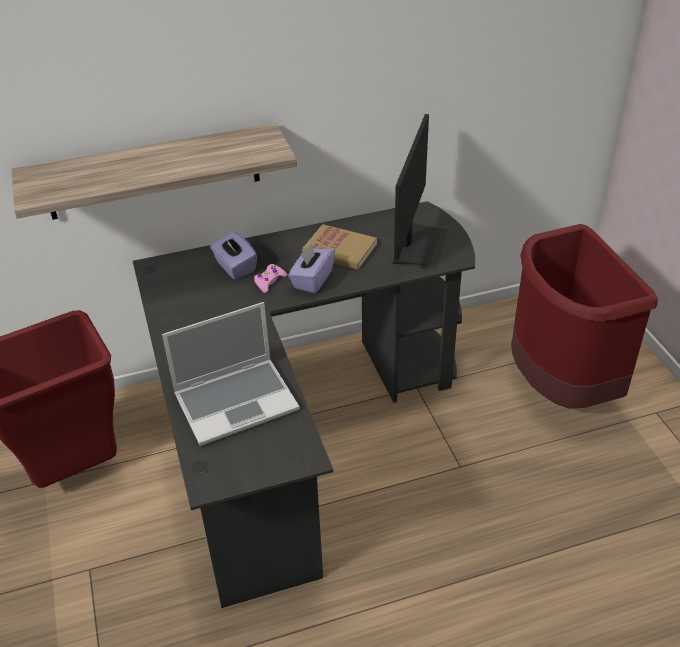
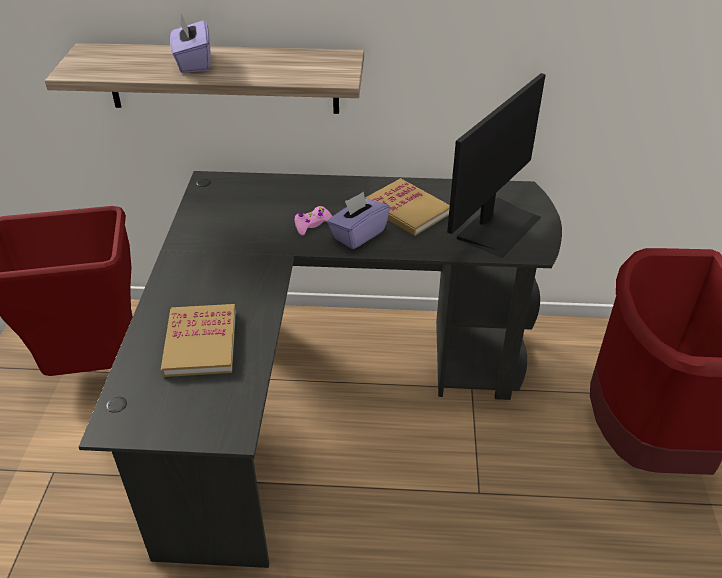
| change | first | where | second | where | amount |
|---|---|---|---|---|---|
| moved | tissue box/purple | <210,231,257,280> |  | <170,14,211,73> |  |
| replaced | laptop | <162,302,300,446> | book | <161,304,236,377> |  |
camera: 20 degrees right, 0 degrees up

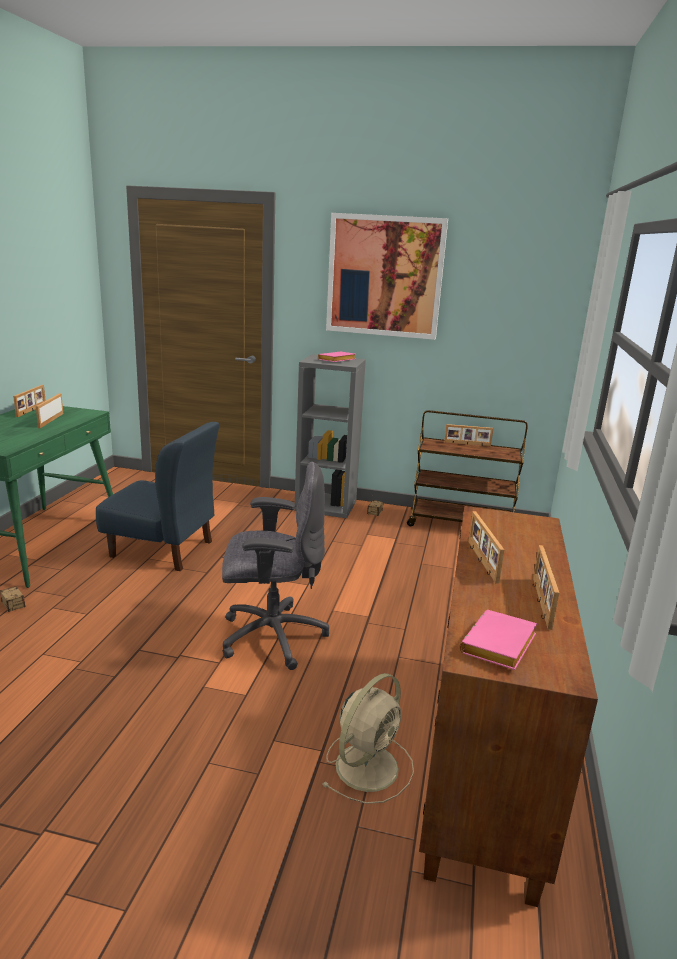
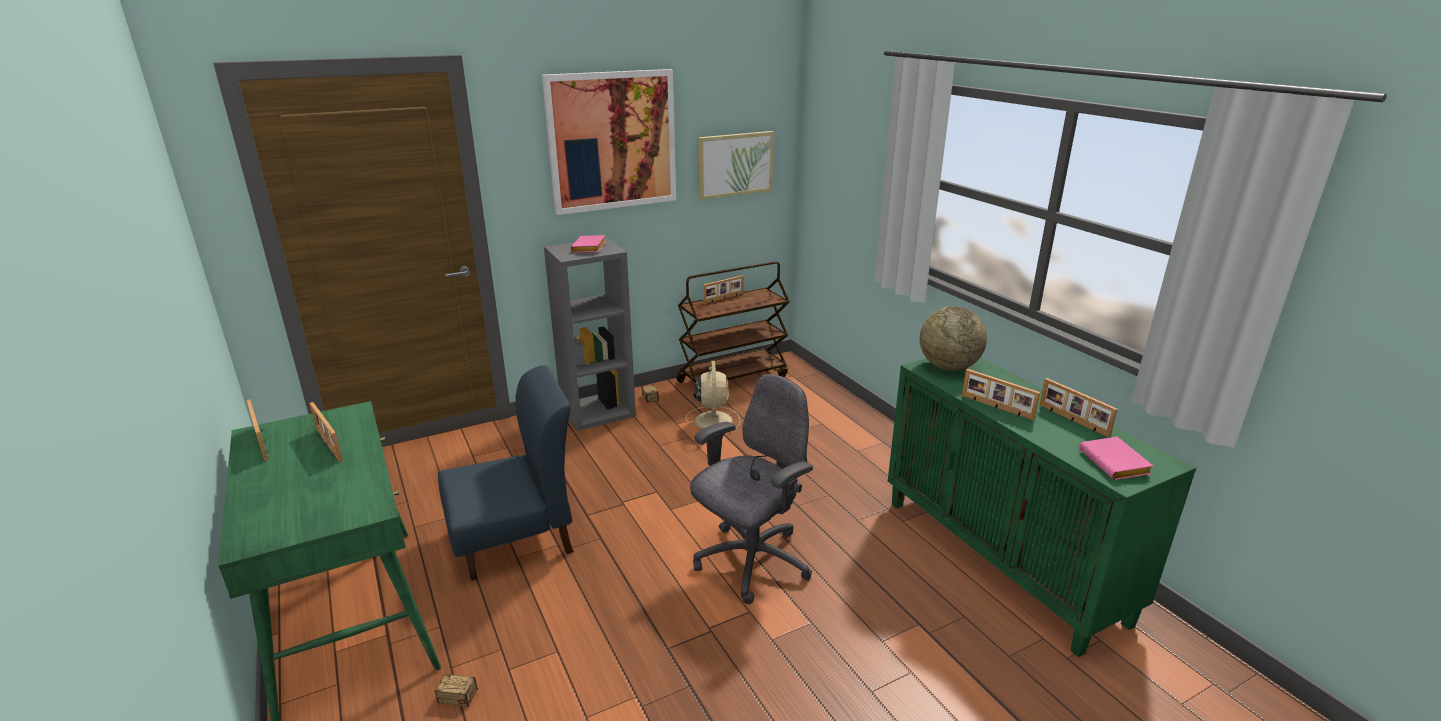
| change | first | where | second | where | amount |
|---|---|---|---|---|---|
| recoloured | cabinet/brown | <419,506,598,907> | cabinet/green | <888,358,1196,657> |  |
| moved | fan/beige | <323,673,414,804> |  | <686,361,740,433> |  |
| added |  |  | picture | <698,131,774,200> |  |
| added |  |  | globe | <920,306,987,371> |  |
camera: 40 degrees left, 5 degrees up

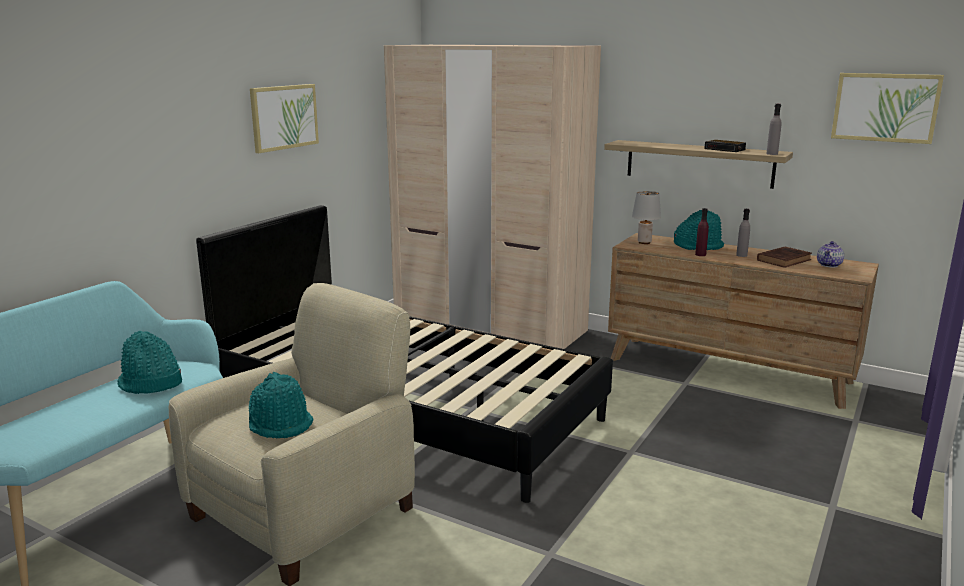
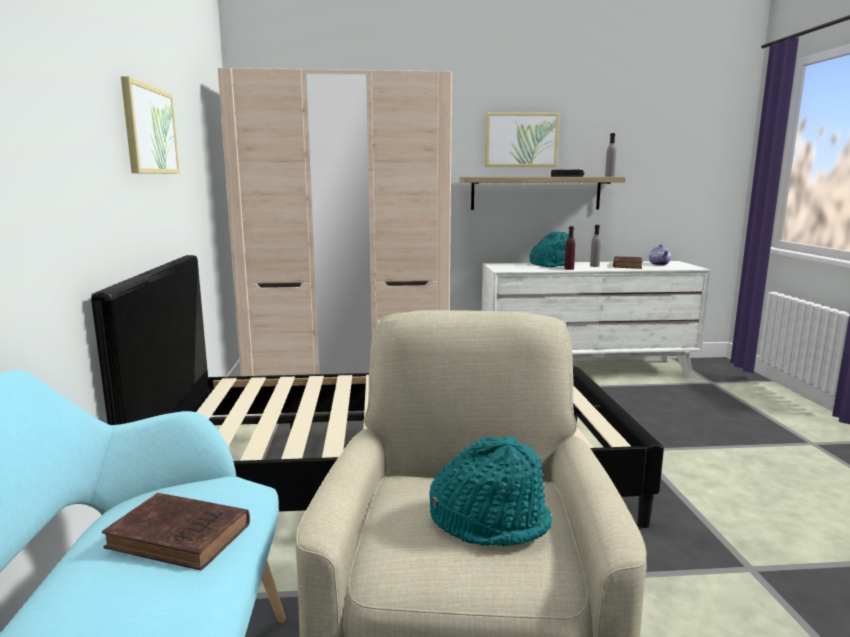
| change | first | where | second | where | amount |
|---|---|---|---|---|---|
| moved | picture | <831,73,944,144> |  | <485,112,560,167> |  |
| removed | table lamp/grey | <632,191,661,244> |  |  |  |
| recoloured | dresser/brown | <608,233,879,409> | dresser/white | <482,261,711,378> |  |
| replaced | hat/turquoise | <117,331,182,394> | book/brown | <102,493,250,571> |  |
camera: 35 degrees left, 5 degrees down

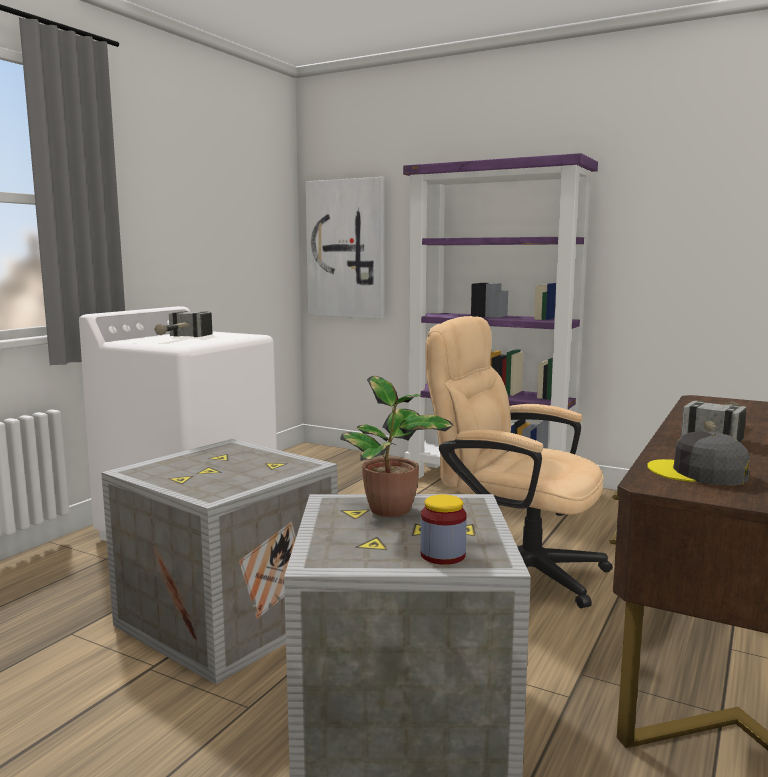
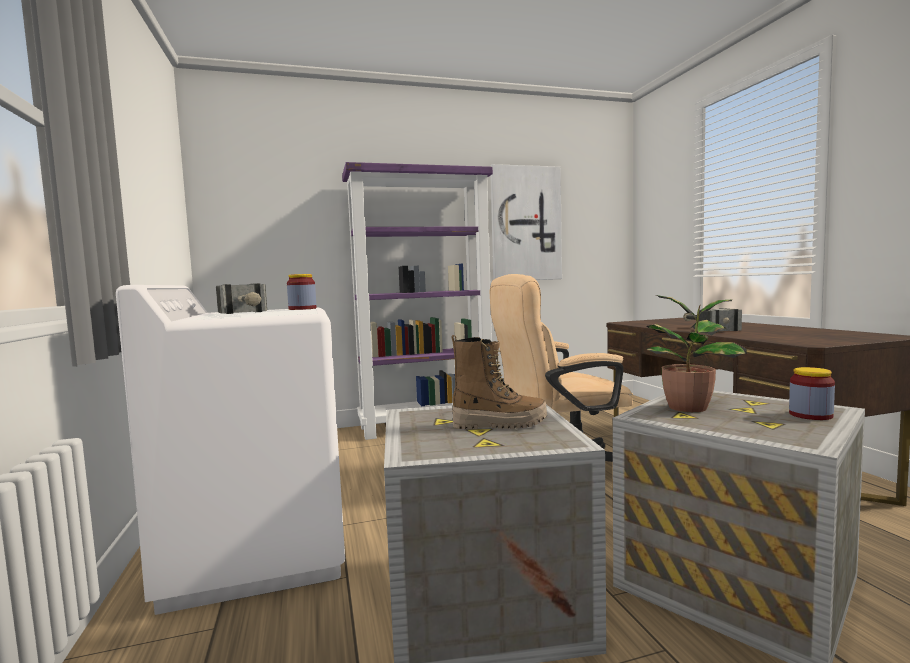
| change | first | where | second | where | amount |
|---|---|---|---|---|---|
| moved | picture | <305,177,385,319> |  | <490,164,562,280> |  |
| removed | cap/grey | <647,432,750,486> |  |  |  |
| added |  |  | jar | <287,274,317,310> |  |
| added |  |  | boot | <451,335,547,429> |  |
camera: 45 degrees left, 5 degrees down

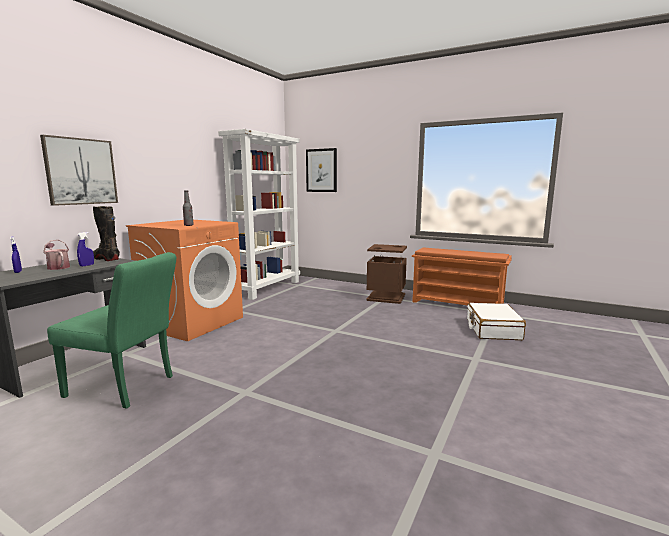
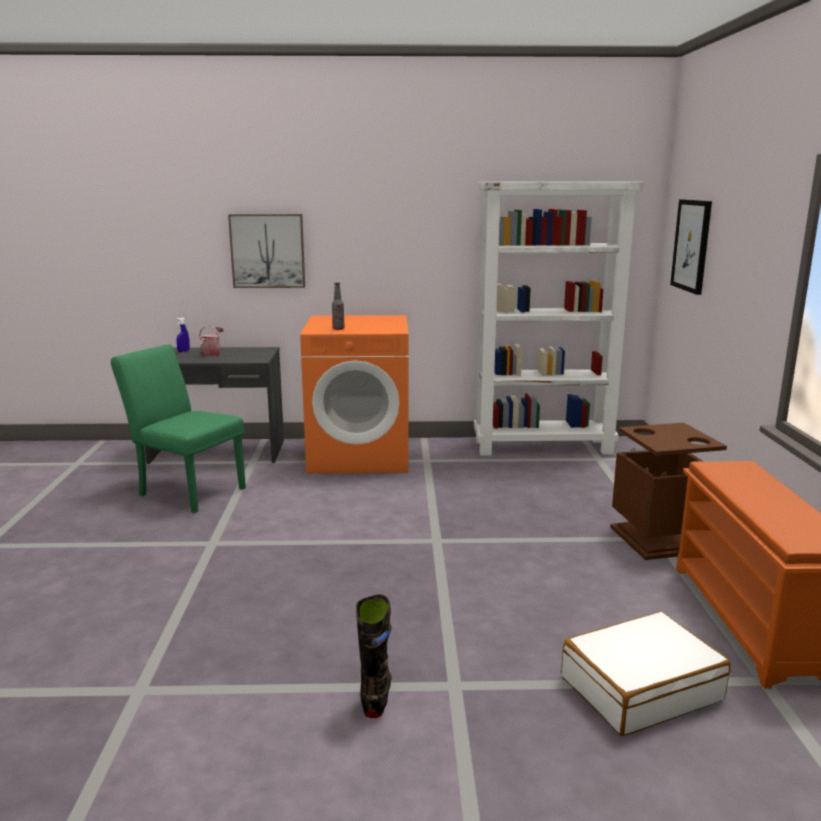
| change | first | where | second | where | amount |
|---|---|---|---|---|---|
| moved | boot/black | <93,206,120,261> |  | <356,594,392,718> |  |
| removed | spray bottle/blue | <77,232,94,267> |  |  |  |
| turned | chair/green | <47,252,176,409> |  | <111,344,246,513> | 135 degrees clockwise |
camera: 60 degrees right, 5 degrees up

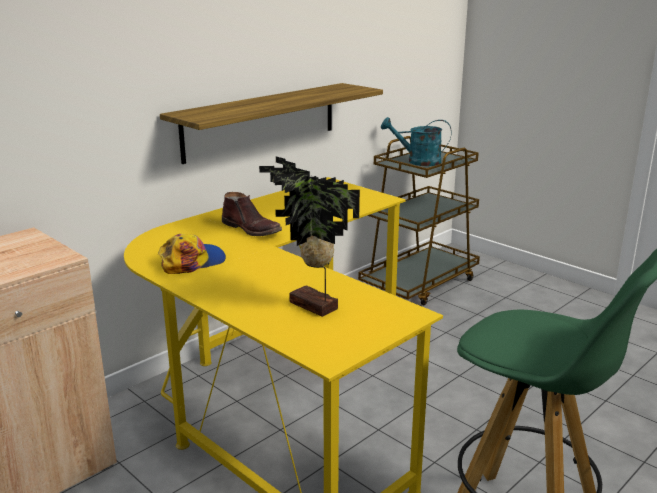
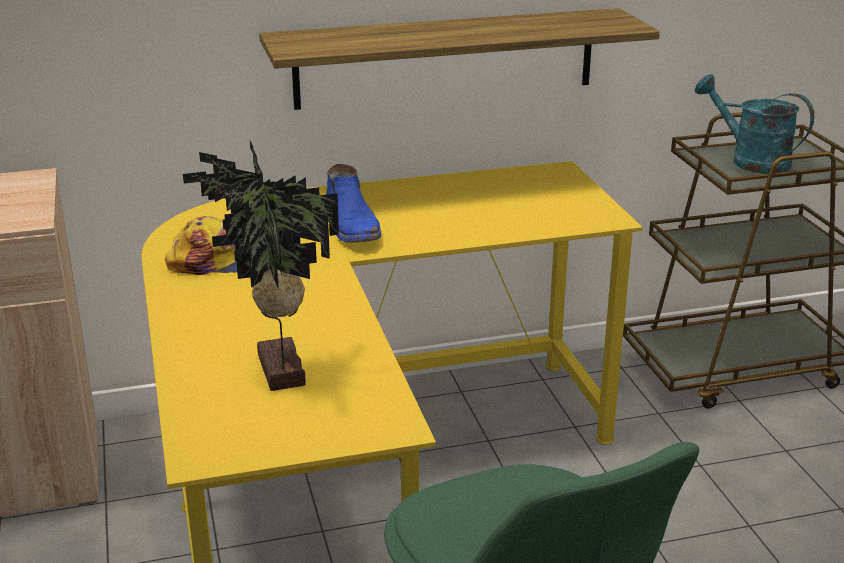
| change | first | where | second | where | amount |
|---|---|---|---|---|---|
| recoloured | boot/brown | <222,192,282,236> | boot/blue | <326,164,381,243> |  |
camera: 30 degrees right, 5 degrees up

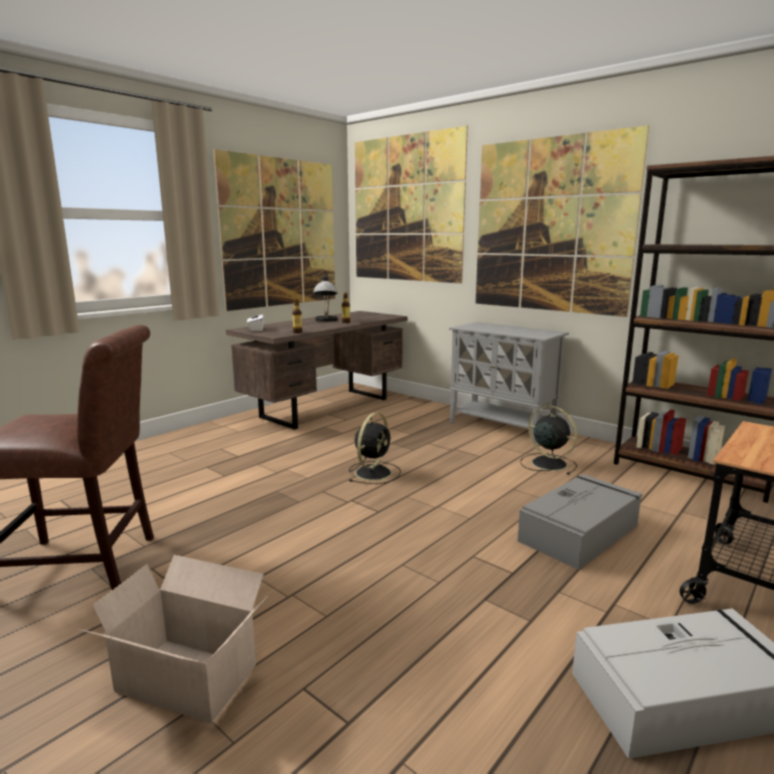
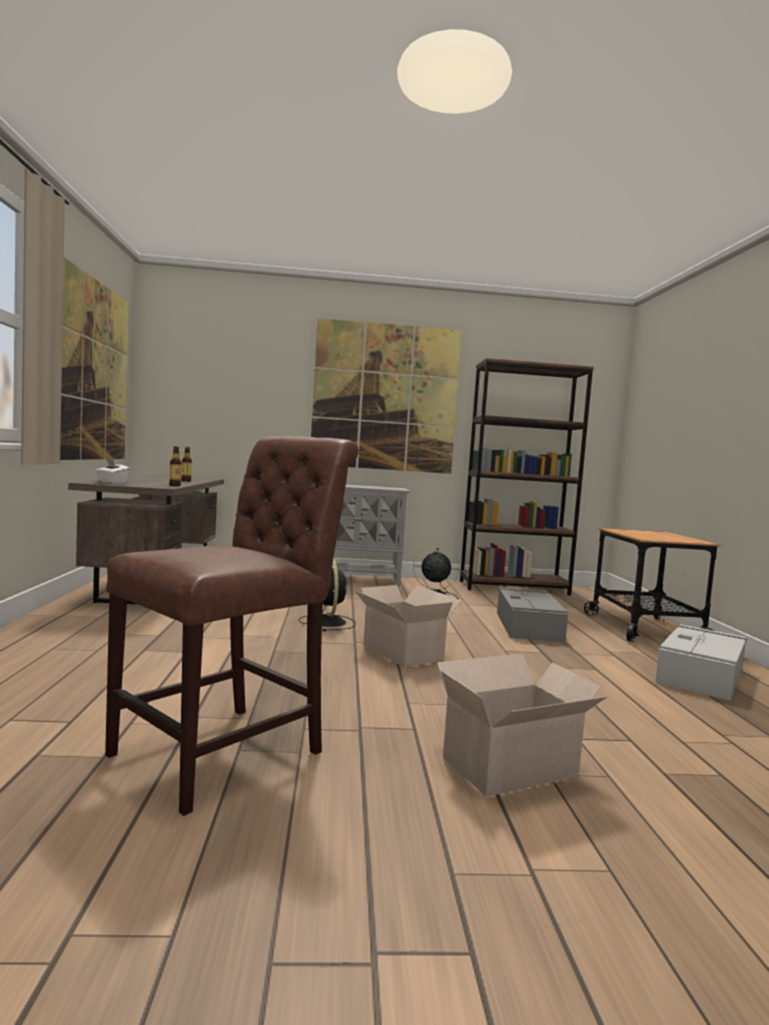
| change | first | where | second | where | amount |
|---|---|---|---|---|---|
| removed | picture | <355,126,468,284> |  |  |  |
| removed | table lamp | <313,275,338,322> |  |  |  |
| added |  |  | cardboard box | <354,585,462,667> |  |
camera: 45 degrees left, 10 degrees down

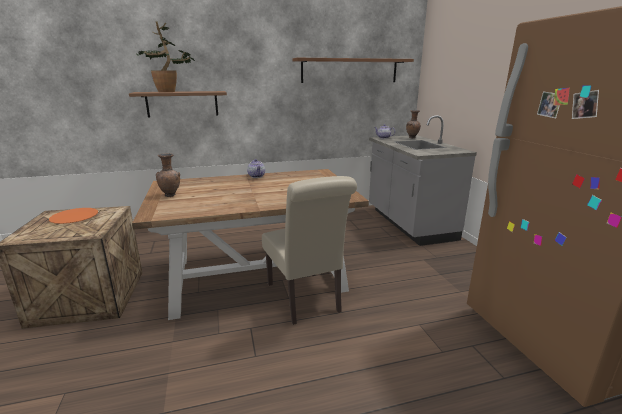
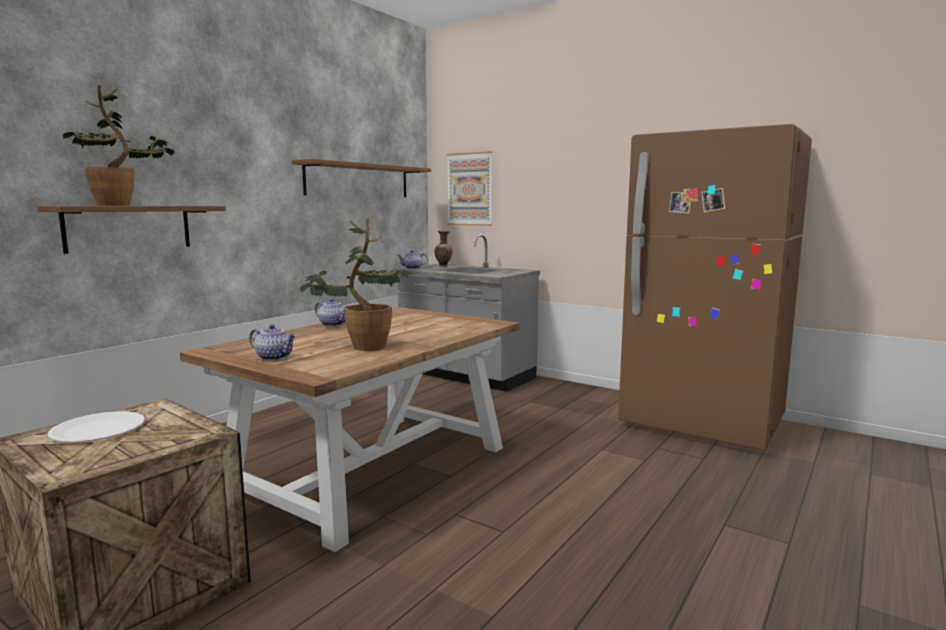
| change | first | where | second | where | amount |
|---|---|---|---|---|---|
| replaced | vase/brown | <156,153,180,197> | teapot | <249,324,297,361> |  |
| removed | chair/beige | <262,176,357,325> |  |  |  |
| recoloured | plate/orange | <49,208,98,224> | plate/white | <48,411,145,442> |  |
| added |  |  | picture | <447,151,492,226> |  |
| added |  |  | potted plant | <299,219,409,351> |  |
camera: 40 degrees left, 10 degrees down

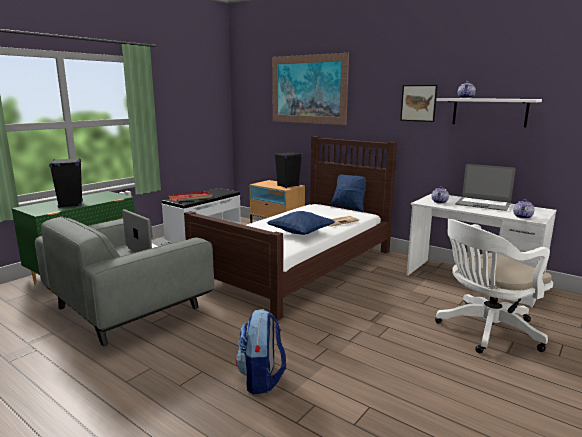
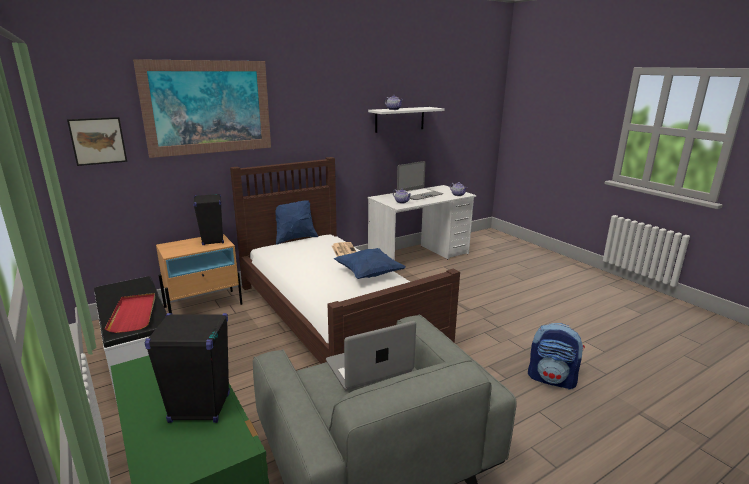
| change | first | where | second | where | amount |
|---|---|---|---|---|---|
| moved | picture | <400,85,438,122> |  | <67,117,127,166> |  |
| removed | office chair/white | <435,219,553,353> |  |  |  |
camera: 70 degrees left, 5 degrees up

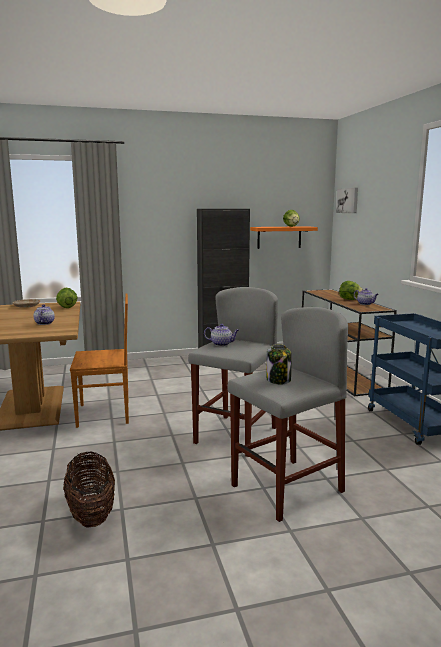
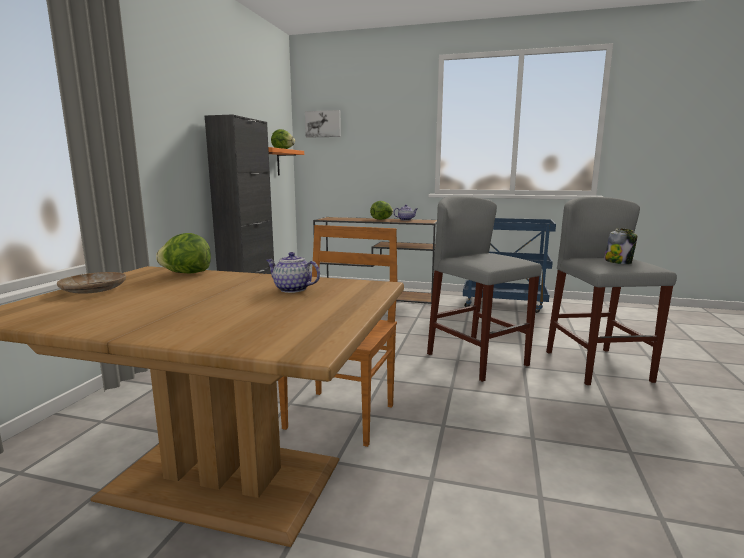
| change | first | where | second | where | amount |
|---|---|---|---|---|---|
| removed | teapot | <204,324,239,346> |  |  |  |
| removed | basket | <63,452,115,528> |  |  |  |
camera: 60 degrees left, 0 degrees up

